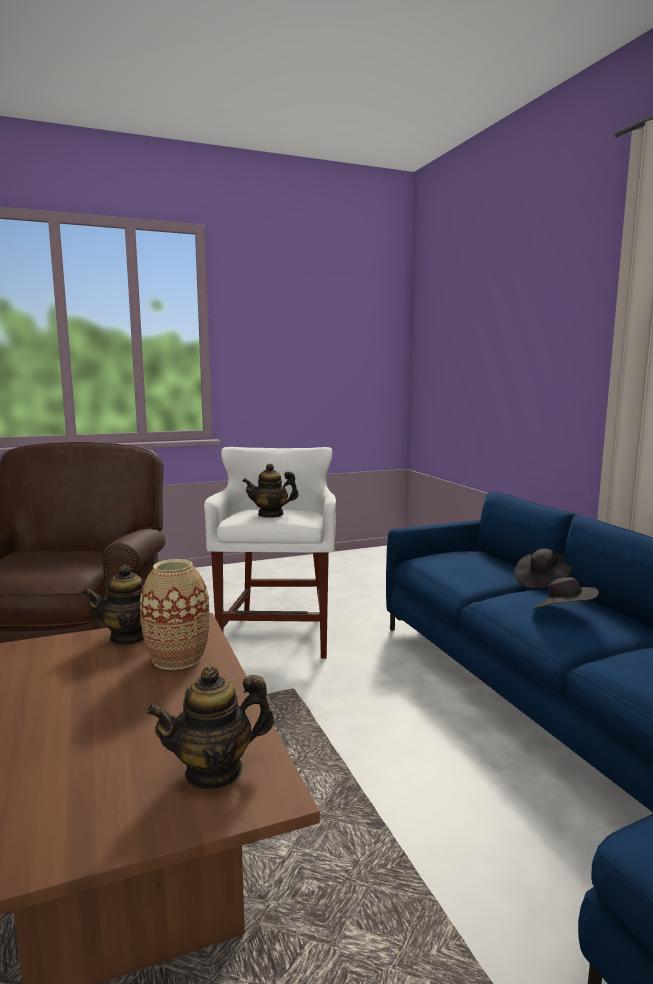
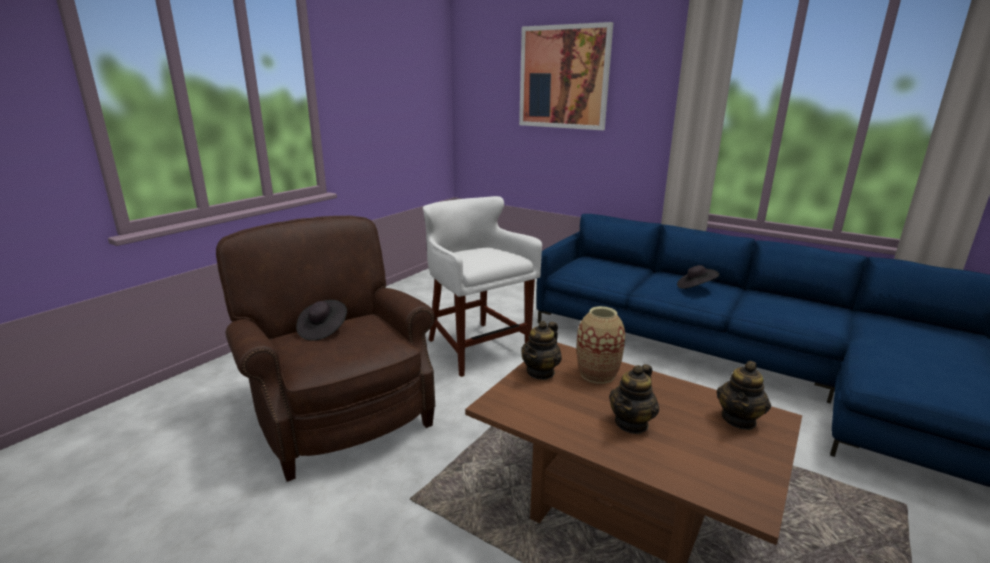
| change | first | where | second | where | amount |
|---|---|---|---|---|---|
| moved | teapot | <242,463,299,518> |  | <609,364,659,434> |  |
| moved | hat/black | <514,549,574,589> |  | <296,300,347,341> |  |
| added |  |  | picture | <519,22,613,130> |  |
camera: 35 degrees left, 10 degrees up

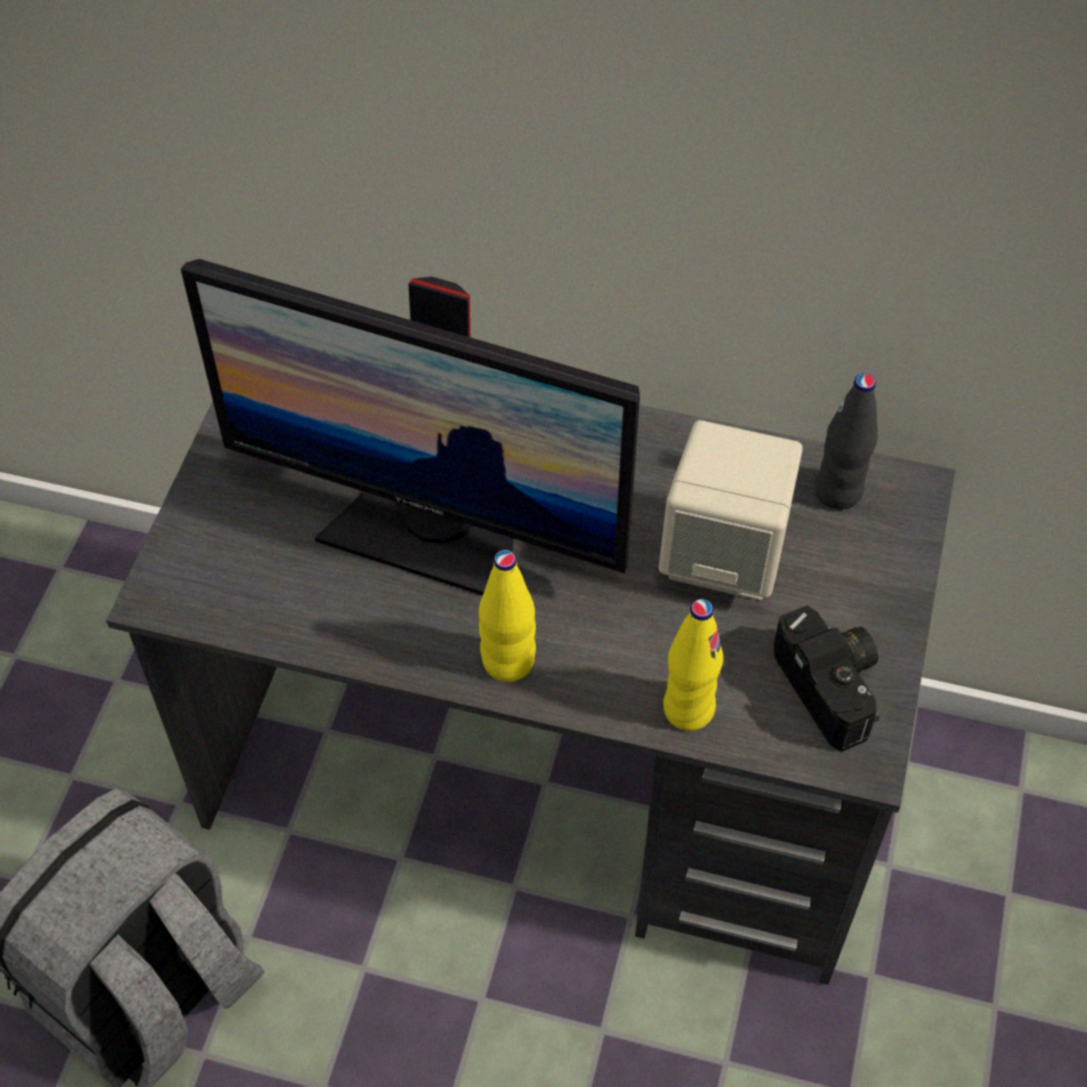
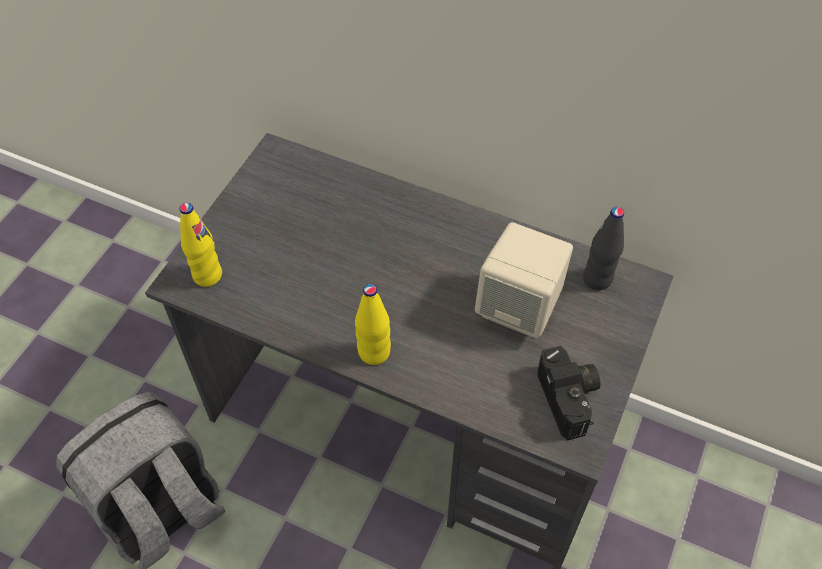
| change | first | where | second | where | amount |
|---|---|---|---|---|---|
| removed | monitor | <181,259,640,596> |  |  |  |
| moved | bottle/yellow | <663,599,723,731> |  | <180,203,222,287> |  |
camera: 10 degrees right, 0 degrees up

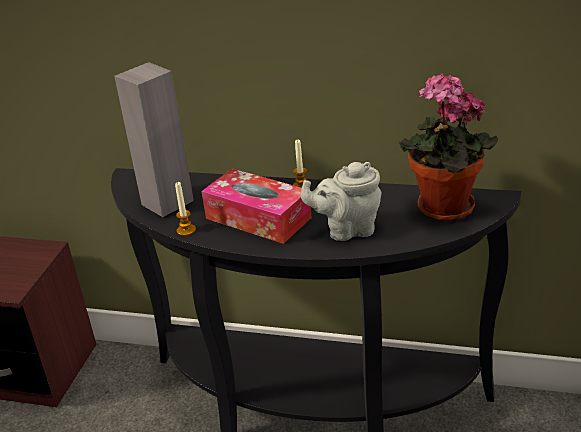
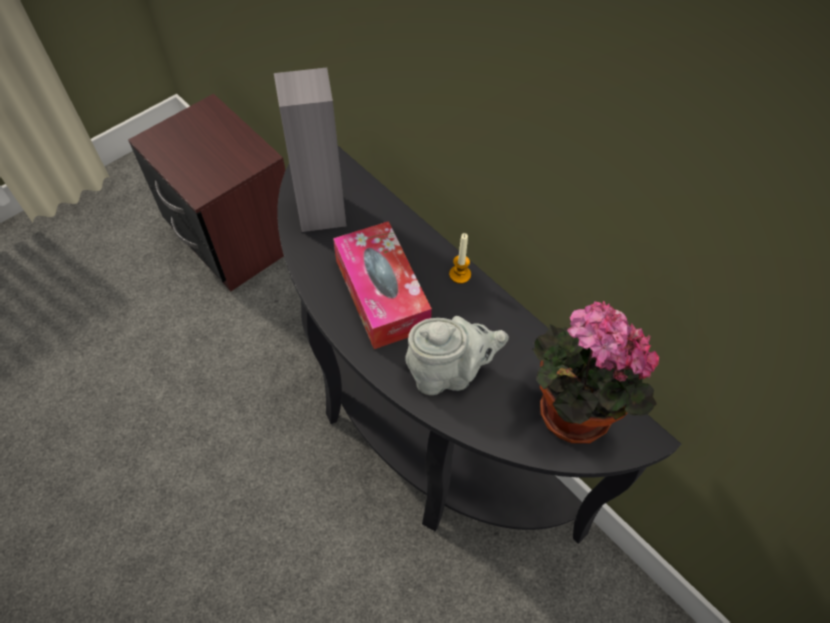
| change | first | where | second | where | amount |
|---|---|---|---|---|---|
| turned | teapot/grey | <301,162,382,241> |  | <405,316,509,395> | 150 degrees clockwise |
| removed | candle | <175,181,196,236> |  |  |  |
camera: 30 degrees right, 25 degrees up

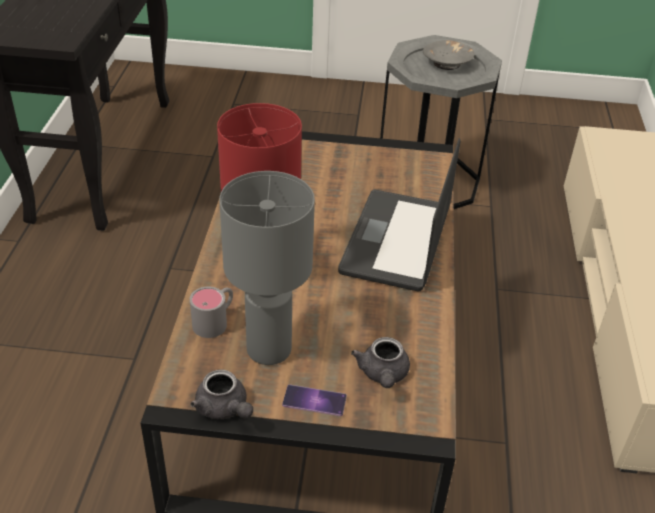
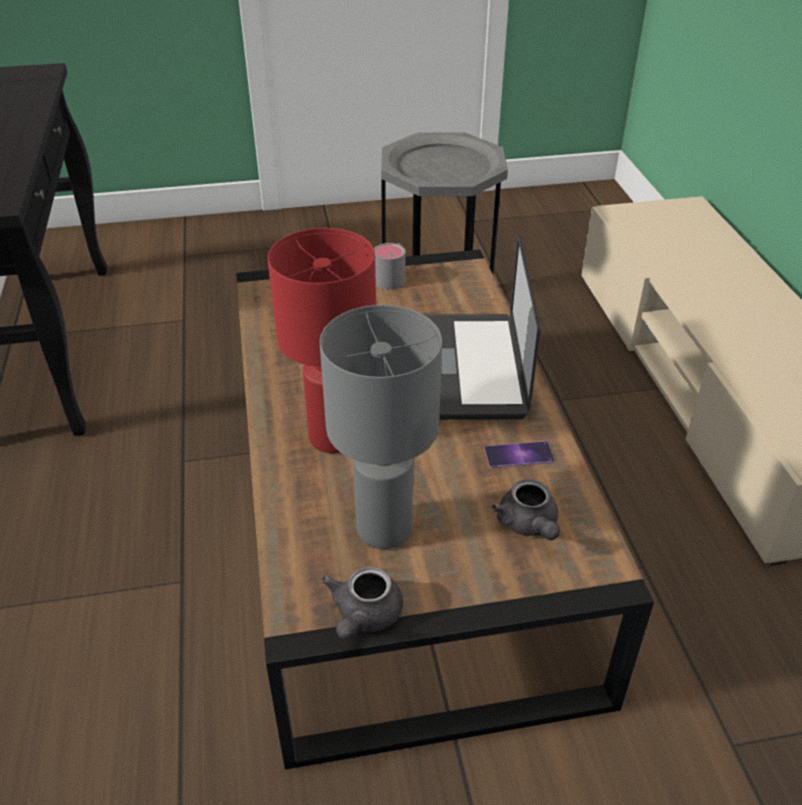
| change | first | where | second | where | amount |
|---|---|---|---|---|---|
| removed | bowl/grey | <423,40,474,70> |  |  |  |
| moved | mug/grey | <190,287,233,338> |  | <374,243,406,289> |  |
| turned | teapot/grey | <191,370,253,419> |  | <322,567,403,640> | 75 degrees clockwise |
| moved | phone | <282,385,347,416> |  | <484,441,554,468> |  |
camera: 15 degrees left, 0 degrees up

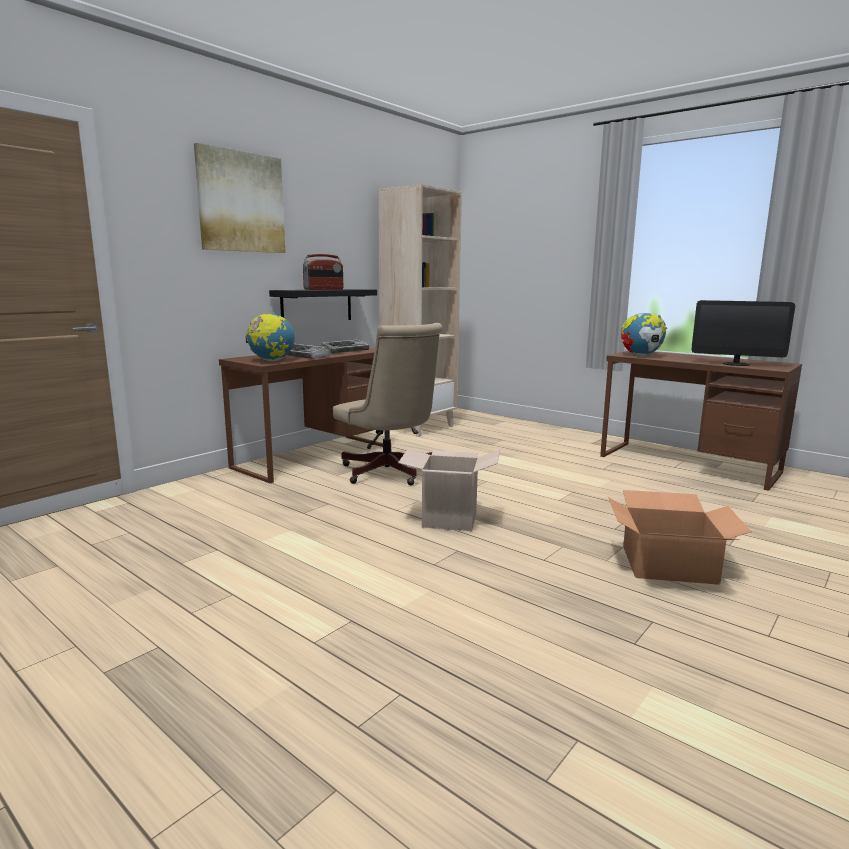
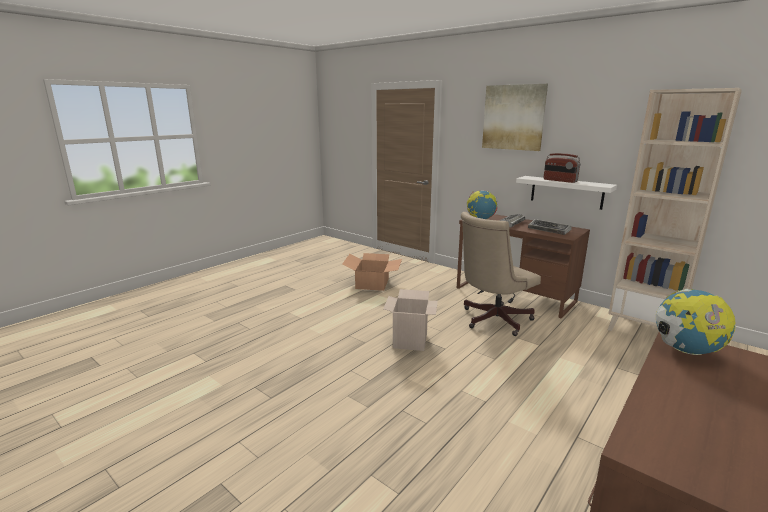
| change | first | where | second | where | amount |
|---|---|---|---|---|---|
| recoloured | shelf/black | <269,289,377,320> | shelf/white | <516,176,617,210> |  |
| removed | monitor | <692,300,795,366> |  |  |  |
| moved | cardboard box | <608,490,752,585> |  | <342,253,402,291> |  |
camera: 90 degrees right, 5 degrees up

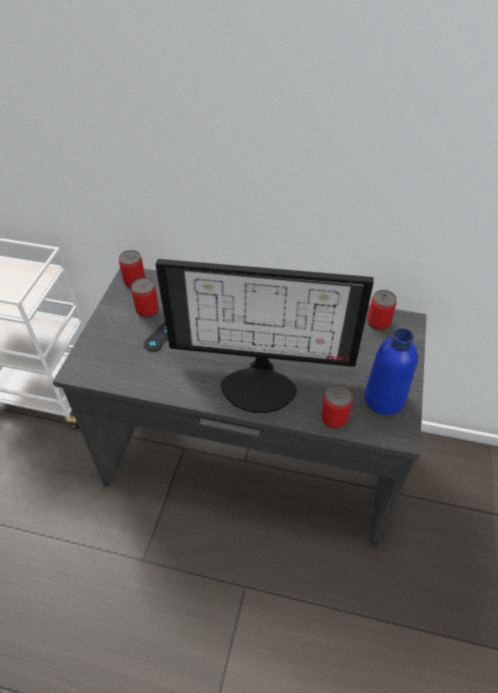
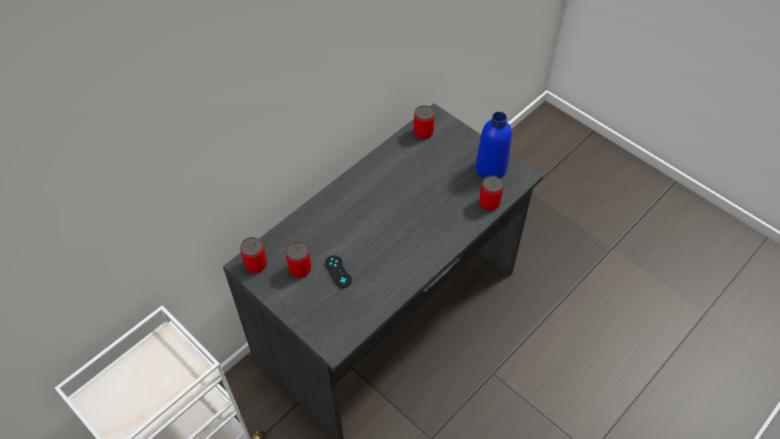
| change | first | where | second | where | amount |
|---|---|---|---|---|---|
| removed | monitor | <156,259,374,413> |  |  |  |
camera: 60 degrees left, 5 degrees up

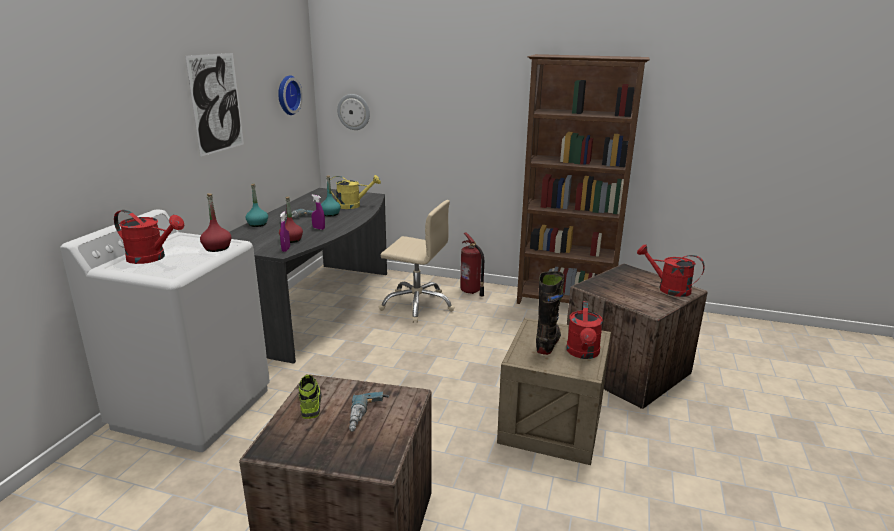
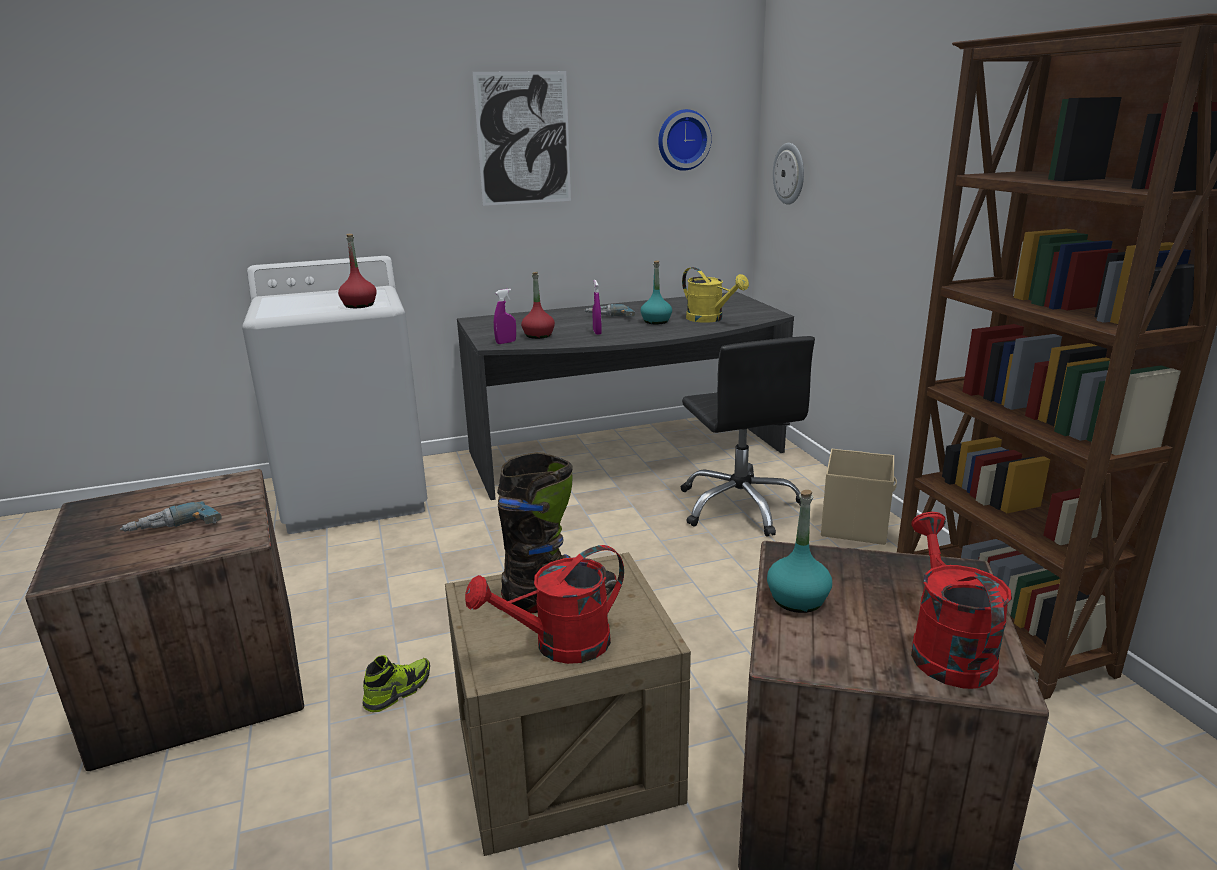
| change | first | where | second | where | amount |
|---|---|---|---|---|---|
| moved | bottle/turquoise | <245,184,268,227> |  | <767,490,832,613> |  |
| recoloured | office chair/beige | <379,200,455,323> | office chair/black | <681,336,815,537> |  |
| removed | watering can/red | <114,210,184,264> |  |  |  |
| replaced | fire extinguisher | <460,232,484,297> | storage box/beige | <821,449,897,545> |  |
| moved | shoe | <299,375,322,419> |  | <363,655,430,712> |  |
camera: 55 degrees right, 0 degrees up

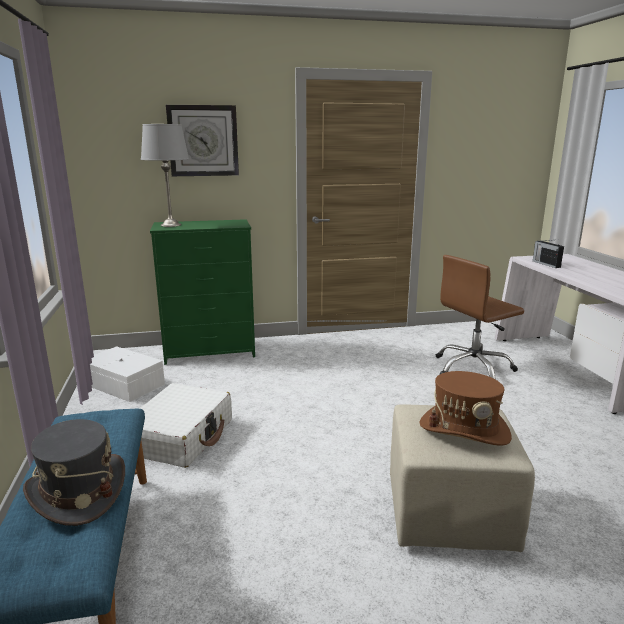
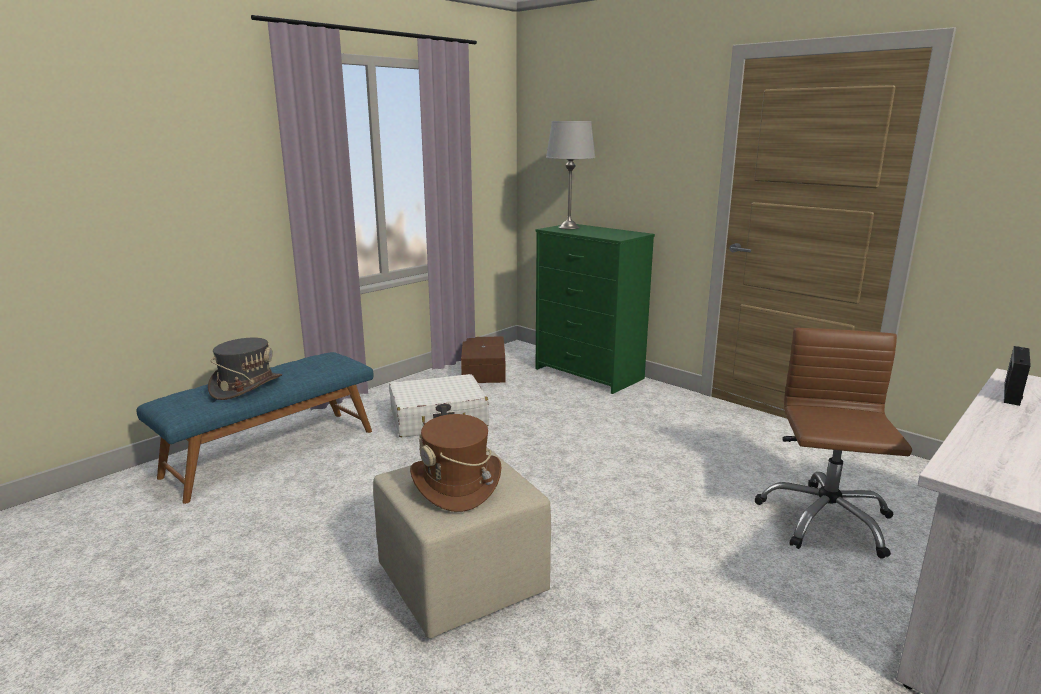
| change | first | where | second | where | amount |
|---|---|---|---|---|---|
| removed | wall clock | <166,105,239,176> |  |  |  |
| turned | office chair/brown | <436,255,524,379> |  | <754,328,912,559> | 75 degrees clockwise |
| recoloured | storage box/white | <90,346,165,402> | storage box/brown | <461,336,506,383> |  |
camera: 55 degrees right, 0 degrees up

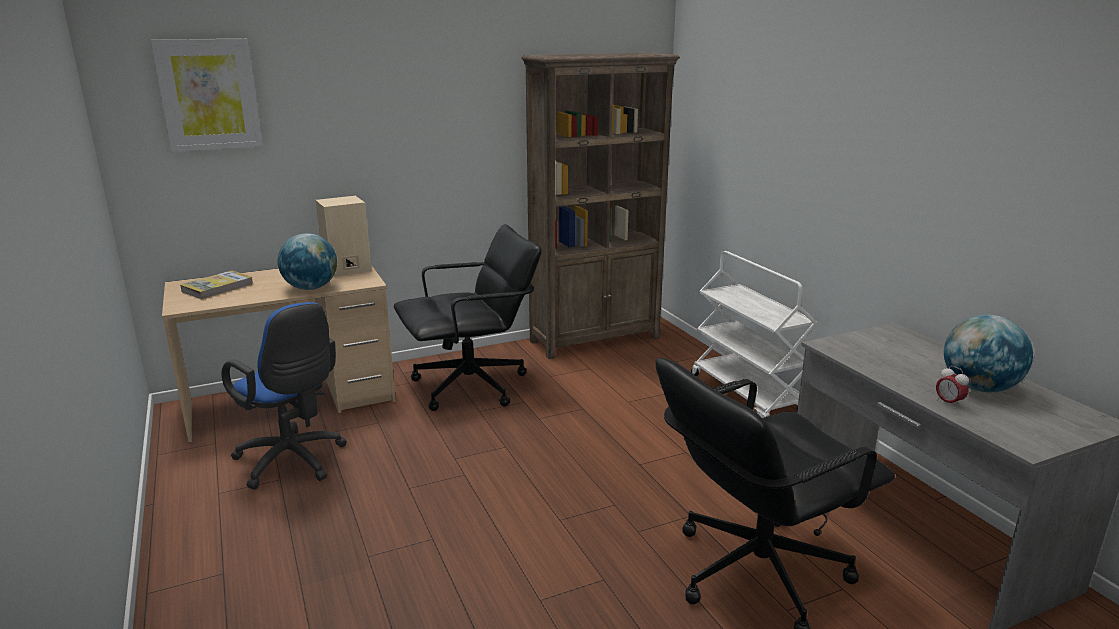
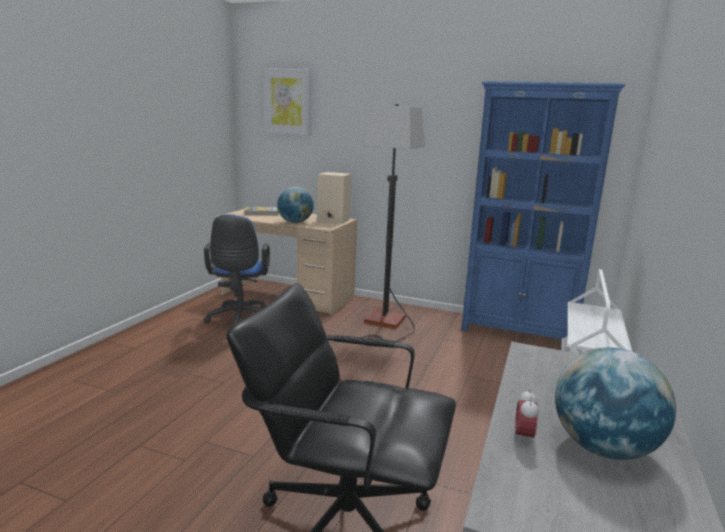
| change | first | where | second | where | amount |
|---|---|---|---|---|---|
| recoloured | bookcase/brown | <521,53,680,359> | bookcase/blue | <461,81,625,339> |  |
| replaced | office chair/black | <394,224,542,411> | floor lamp | <362,103,425,347> |  |
camera: 45 degrees right, 5 degrees down

